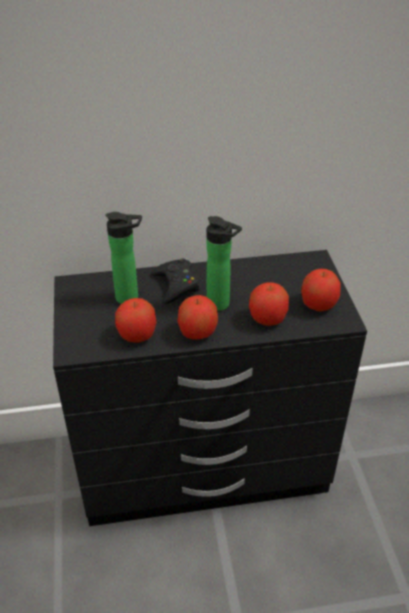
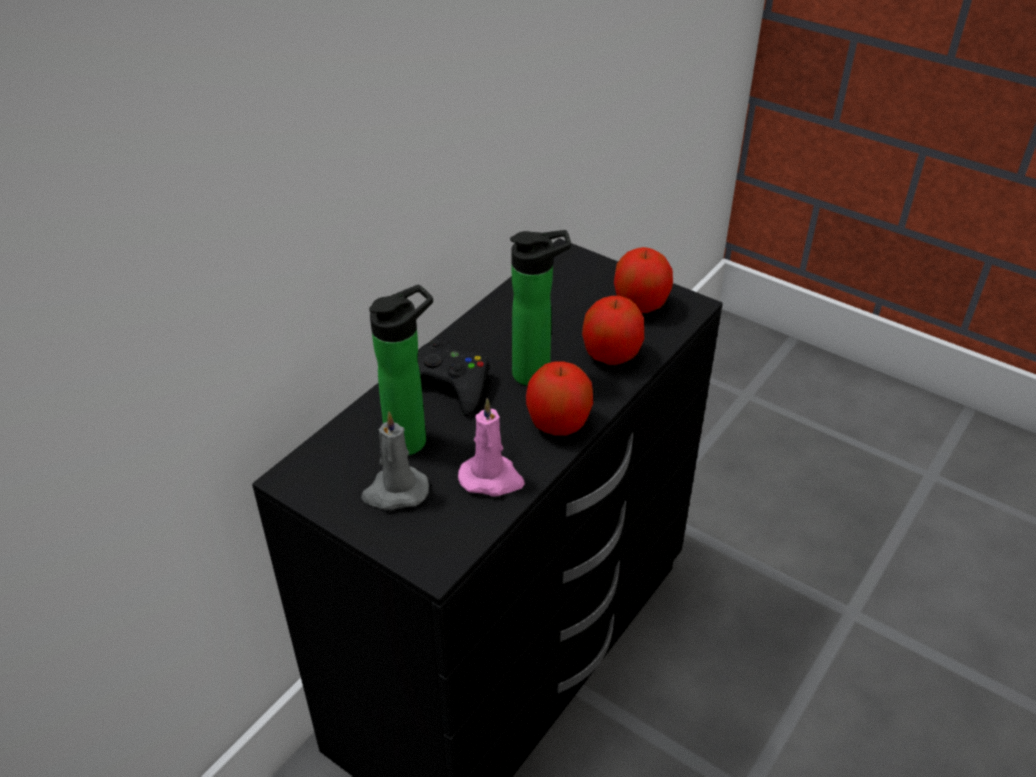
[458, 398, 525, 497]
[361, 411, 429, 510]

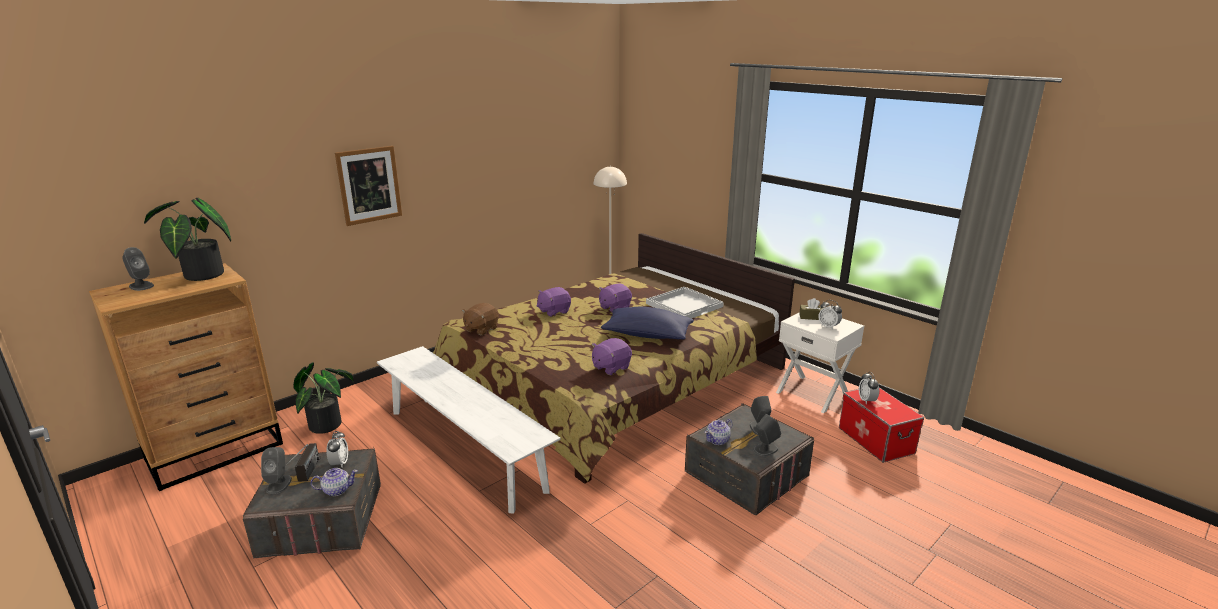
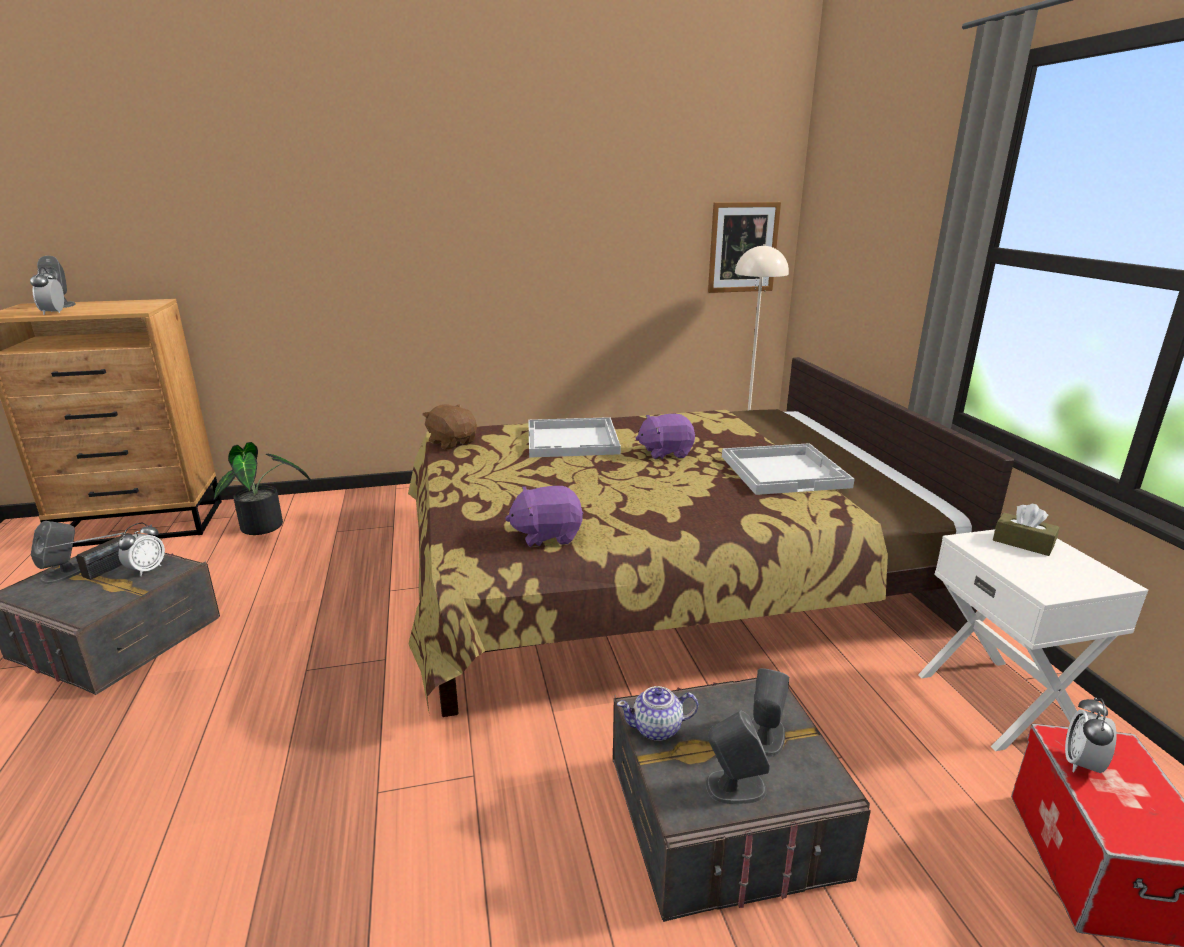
[708, 202, 781, 293]
[144, 198, 231, 281] (first image)
[529, 417, 621, 458]
[30, 267, 64, 315]
[422, 404, 477, 450]
[601, 307, 694, 340] (first image)
[377, 346, 561, 514] (first image)
[311, 468, 358, 496] (first image)

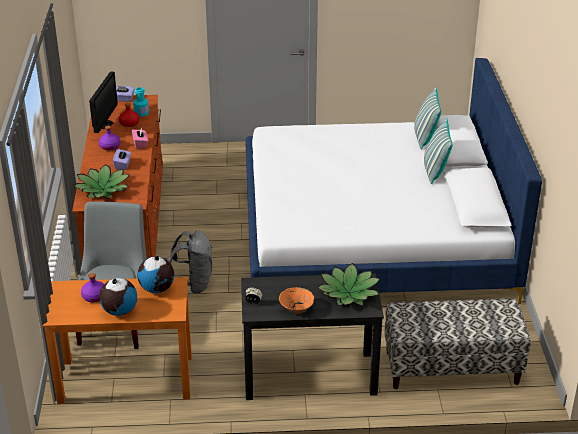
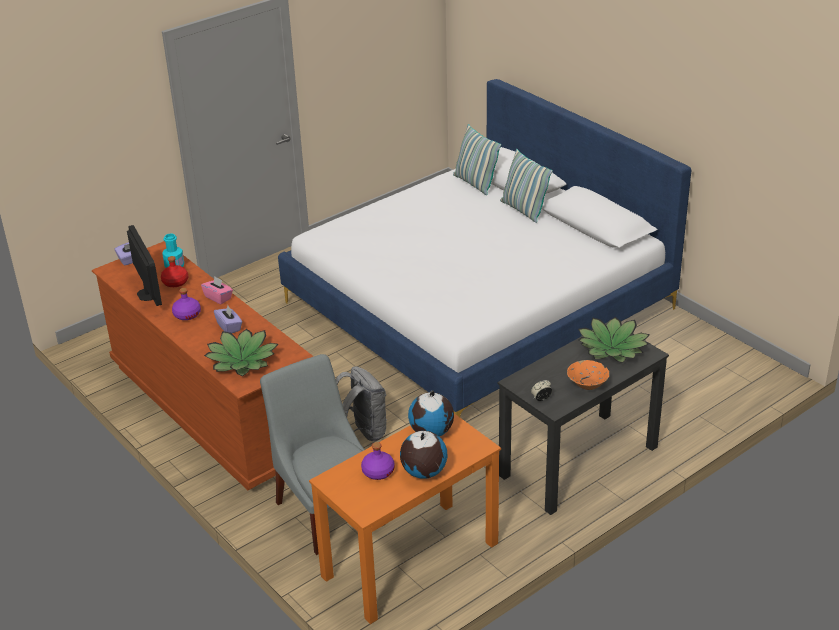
[384, 298, 531, 389] (first image)

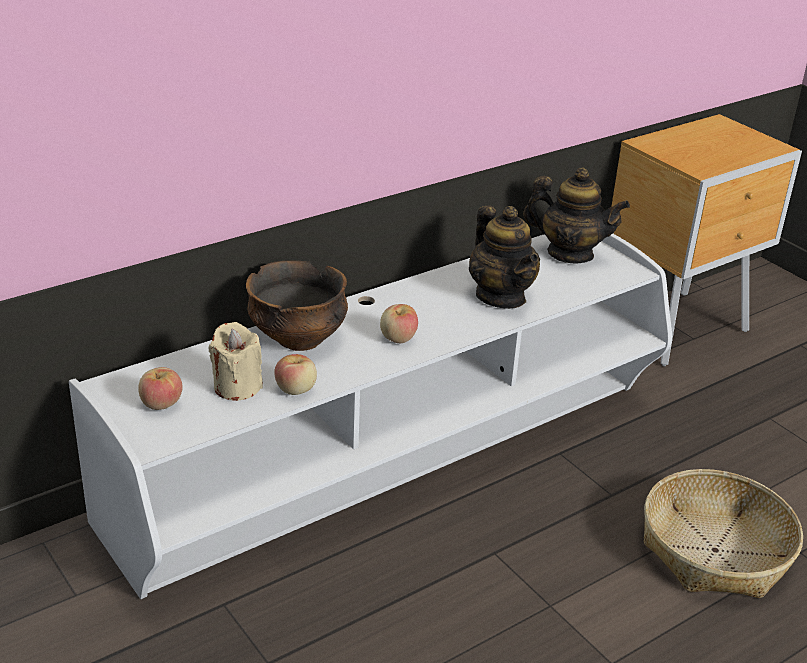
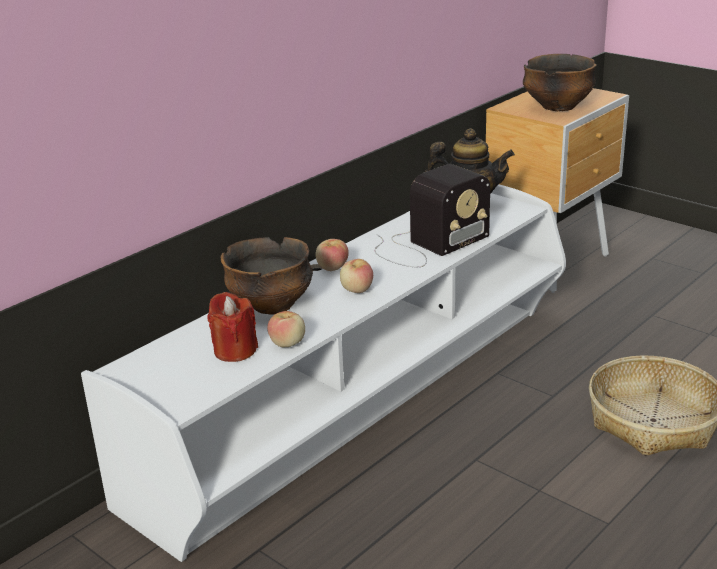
[375, 164, 490, 267]
[207, 292, 258, 362]
[316, 239, 349, 271]
[523, 54, 597, 111]

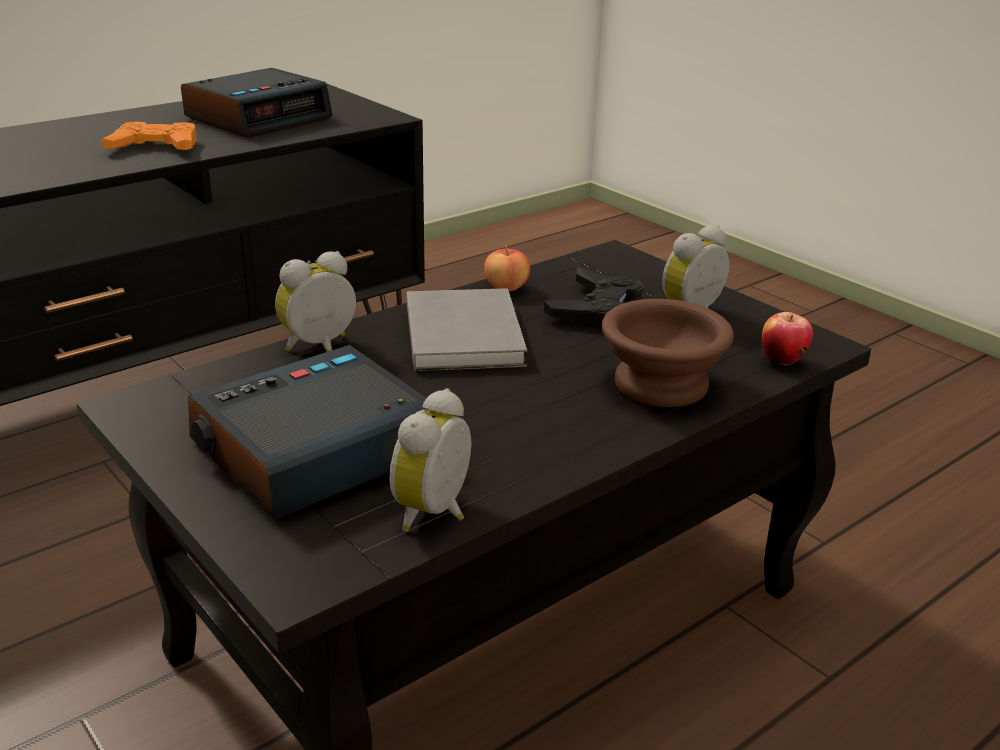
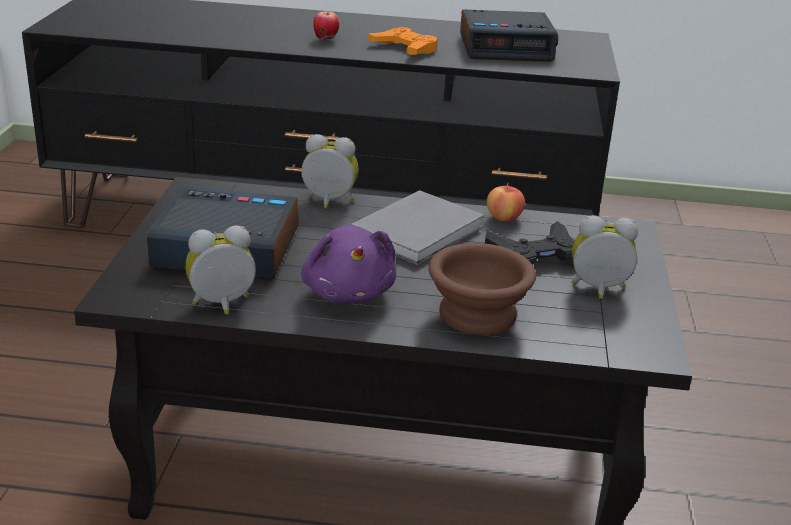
[313, 10, 339, 40]
[301, 225, 396, 304]

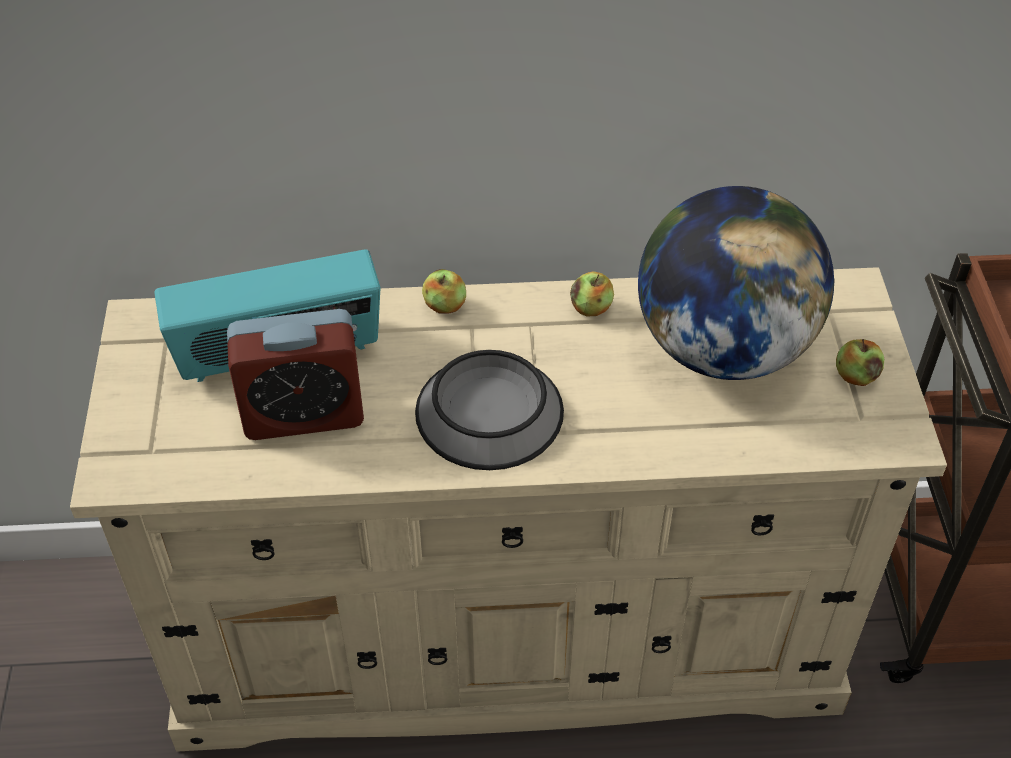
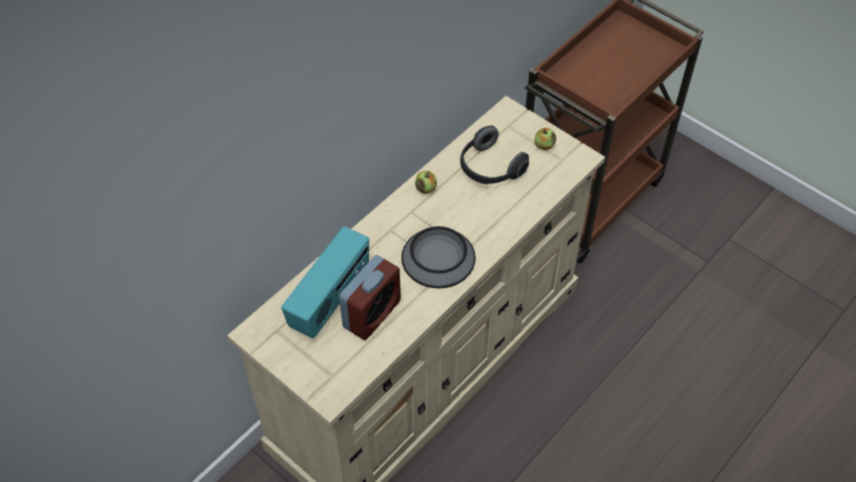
[460, 126, 529, 184]
[422, 269, 466, 313] (first image)

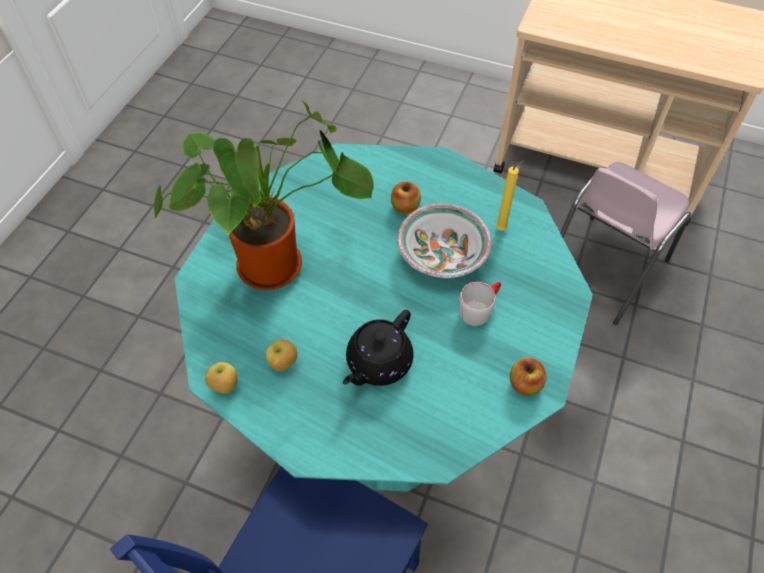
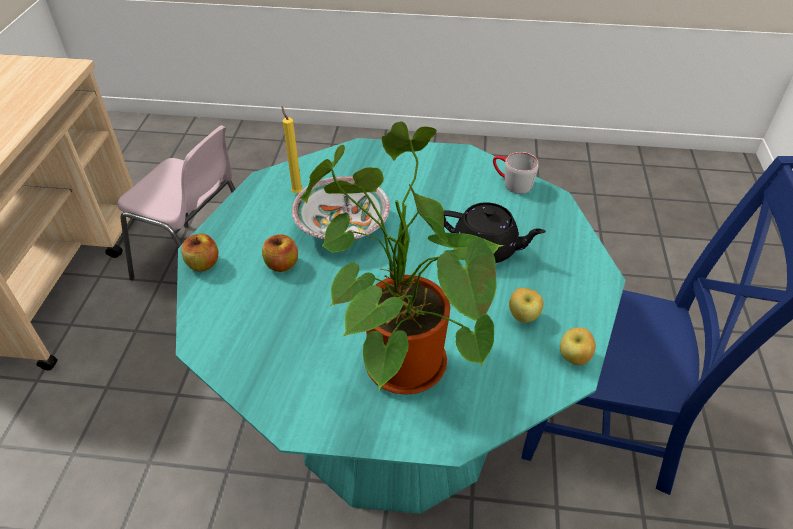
[493, 152, 539, 194]
[181, 233, 218, 272]

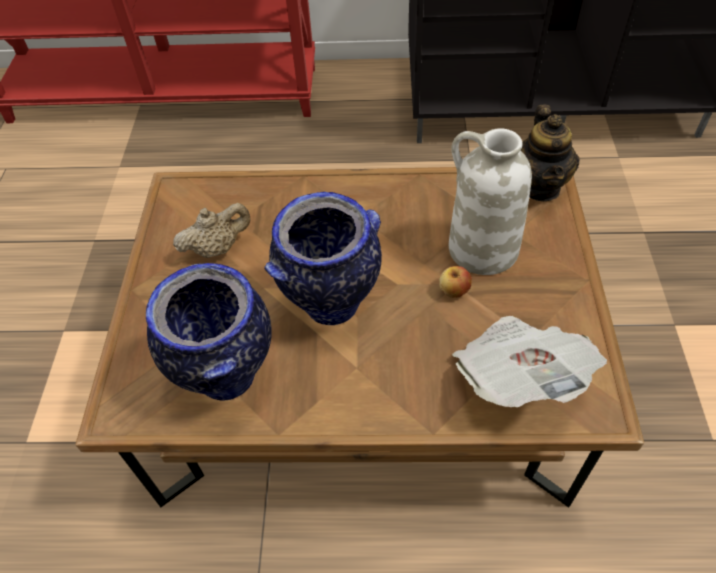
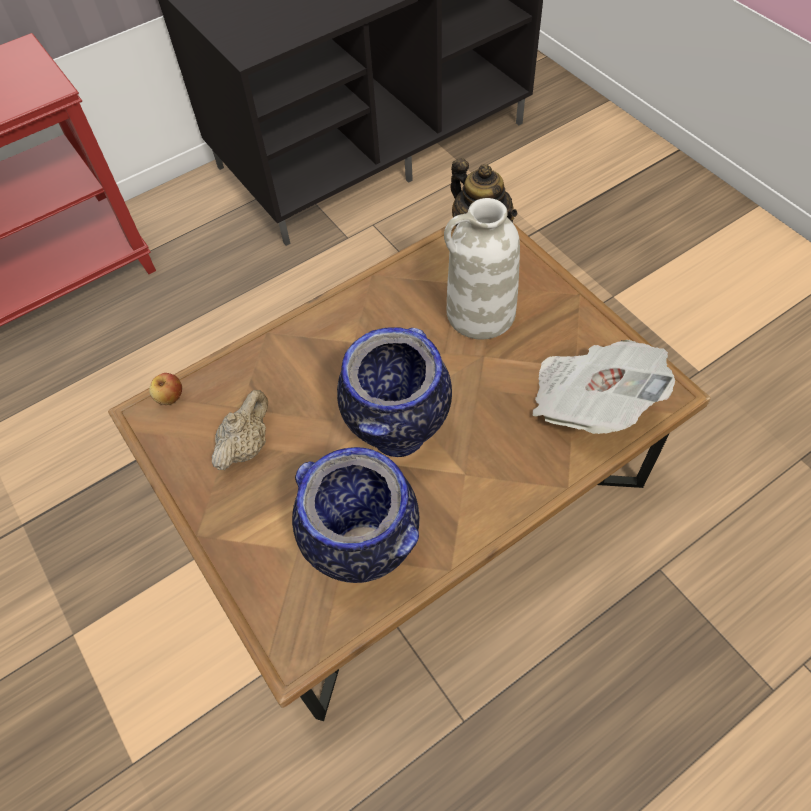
[149, 373, 182, 405]

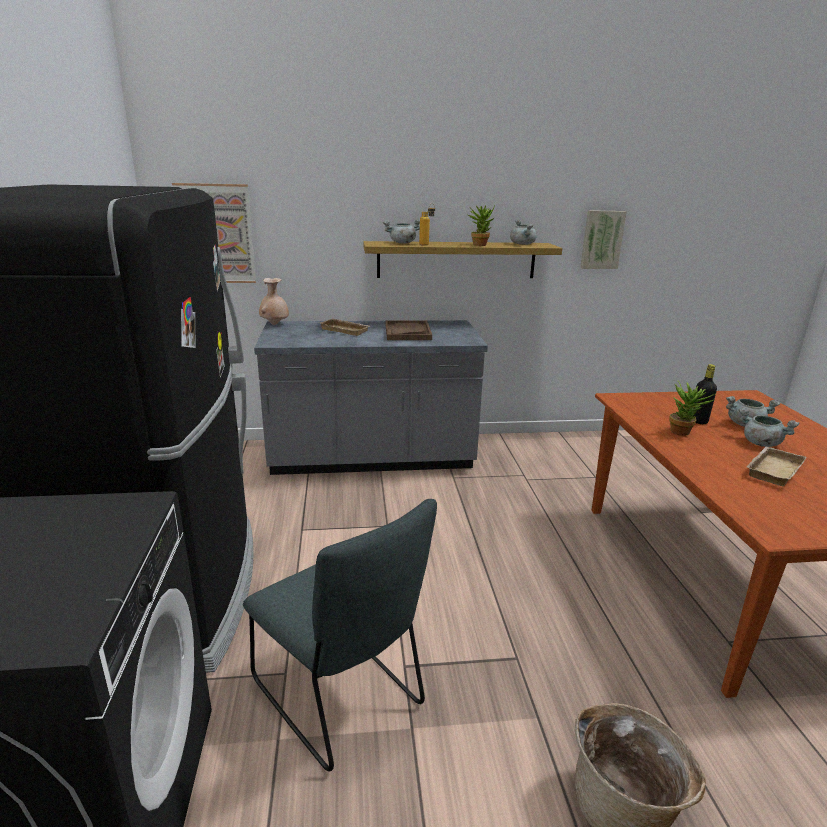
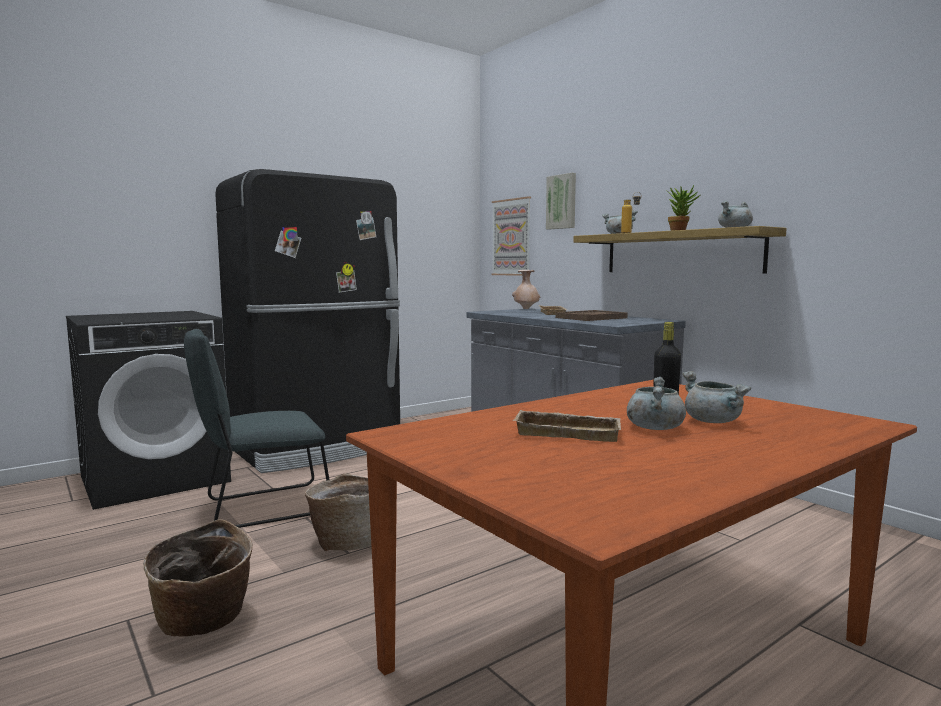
[546, 173, 576, 230]
[669, 381, 715, 436] (first image)
[184, 329, 329, 528]
[305, 473, 371, 551]

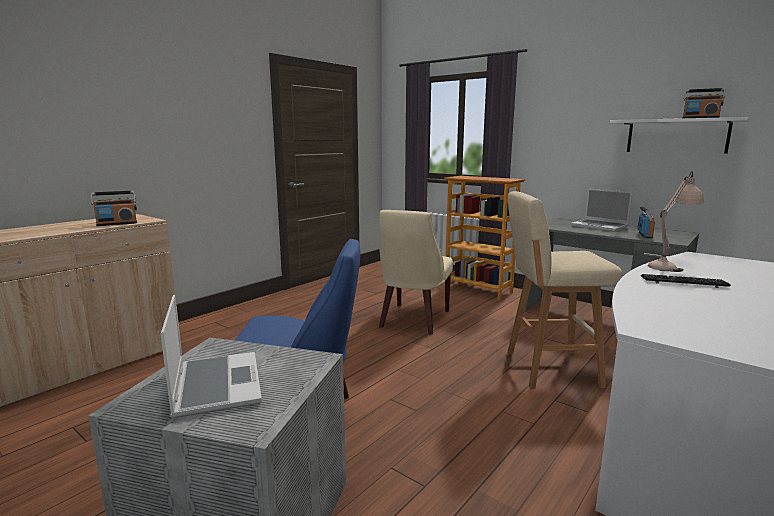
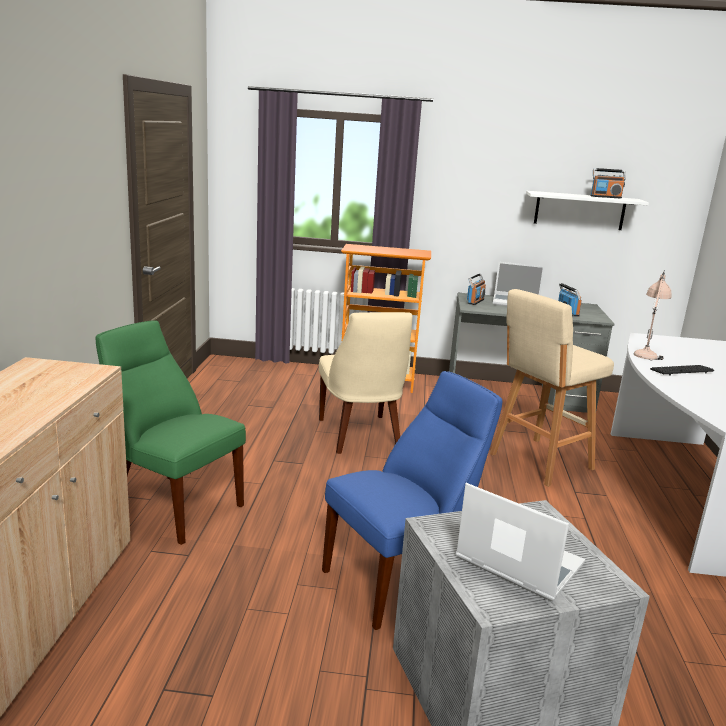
[467, 273, 486, 305]
[96, 320, 246, 545]

